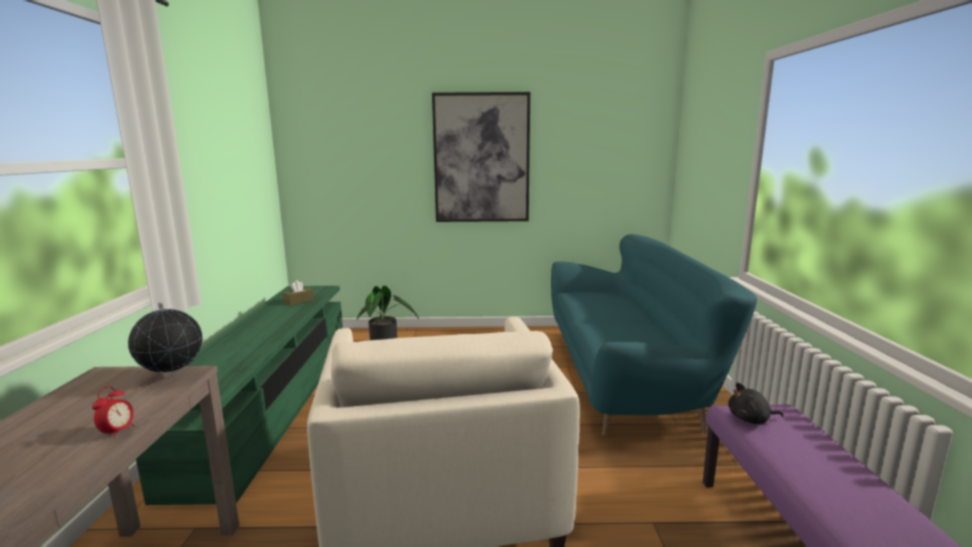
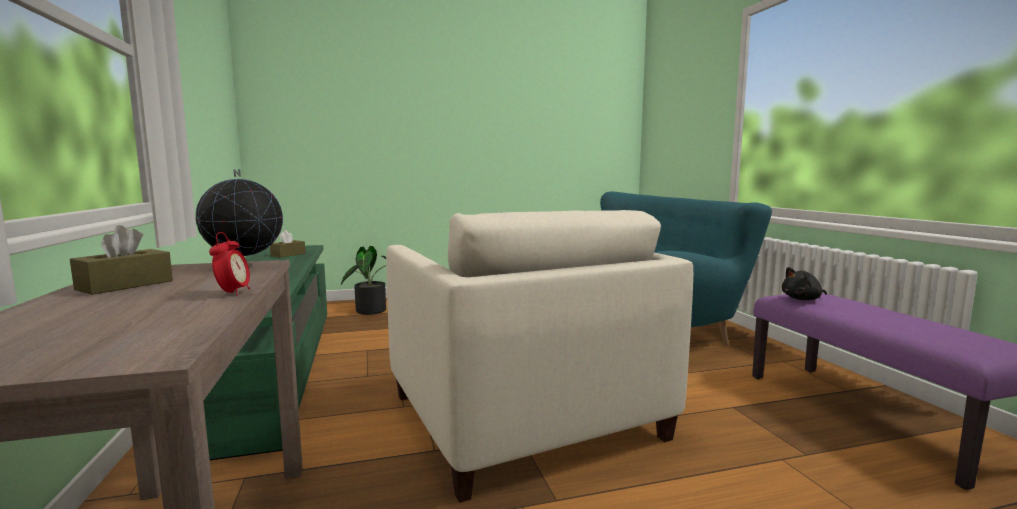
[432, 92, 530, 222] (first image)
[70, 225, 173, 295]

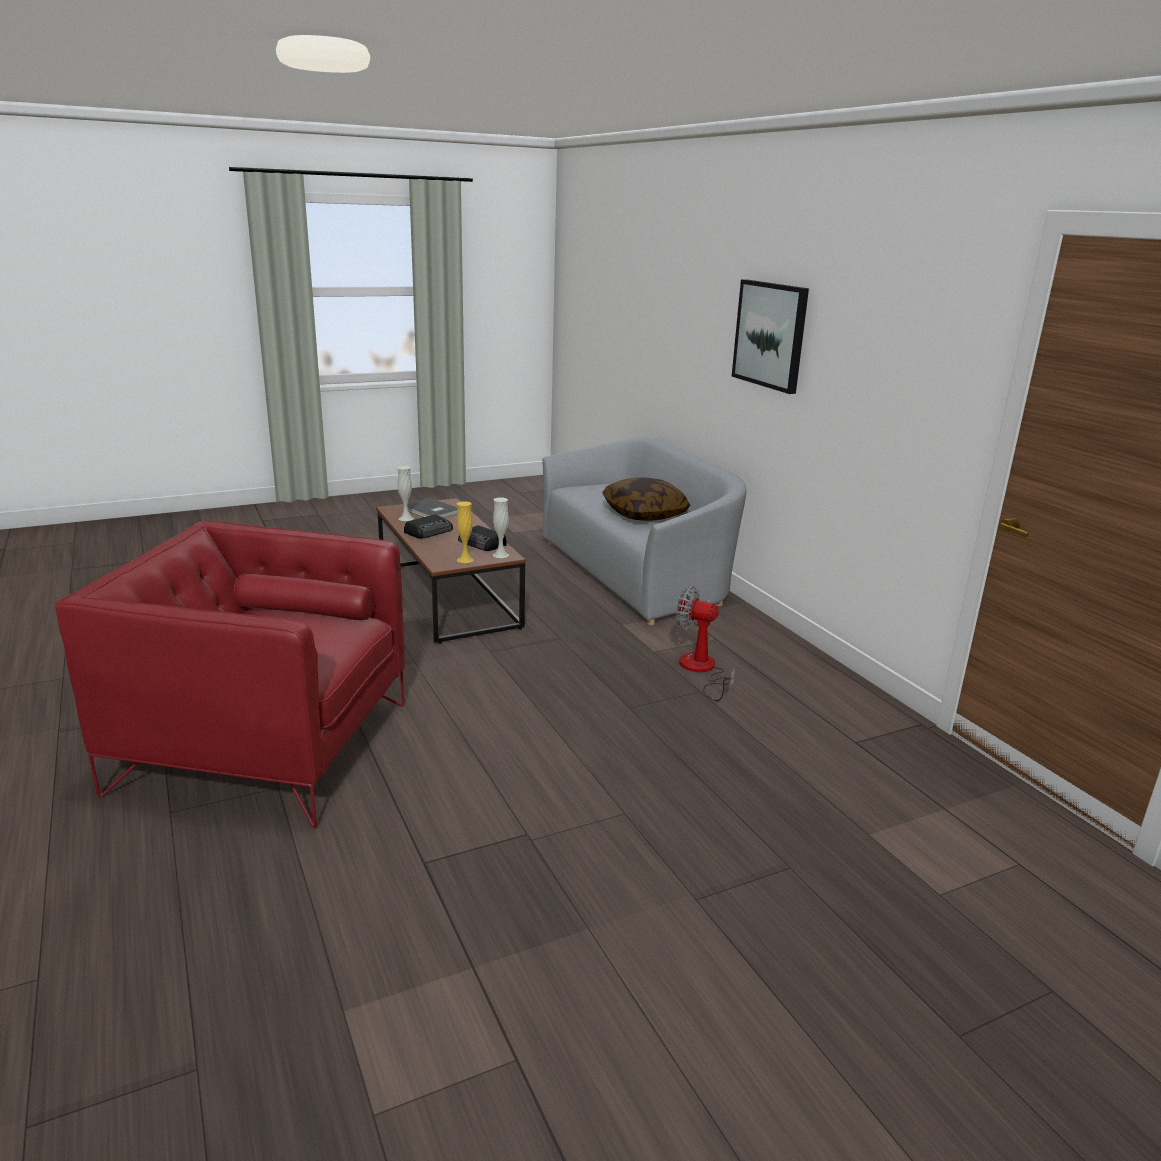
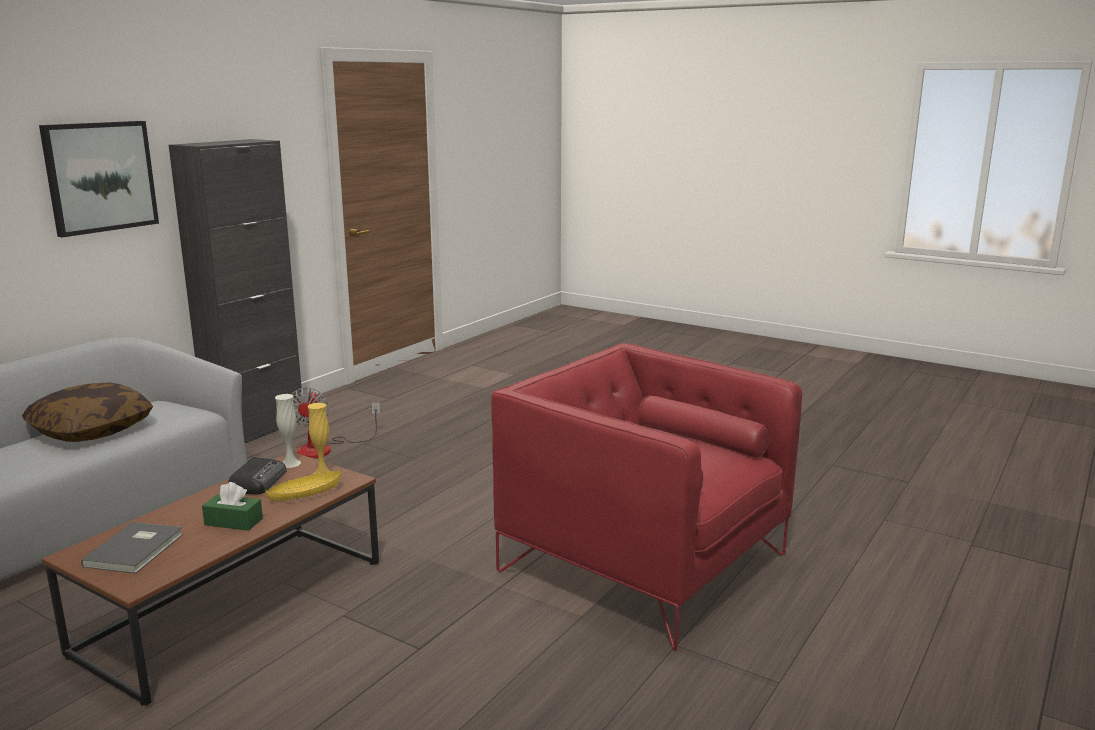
[397, 466, 414, 521] (first image)
[202, 482, 263, 531]
[491, 343, 802, 651]
[169, 139, 304, 443]
[265, 470, 341, 502]

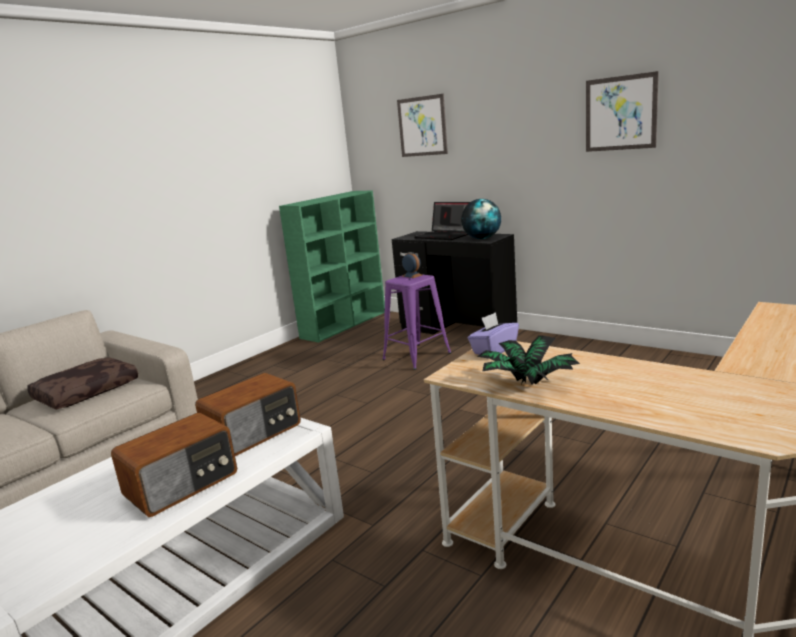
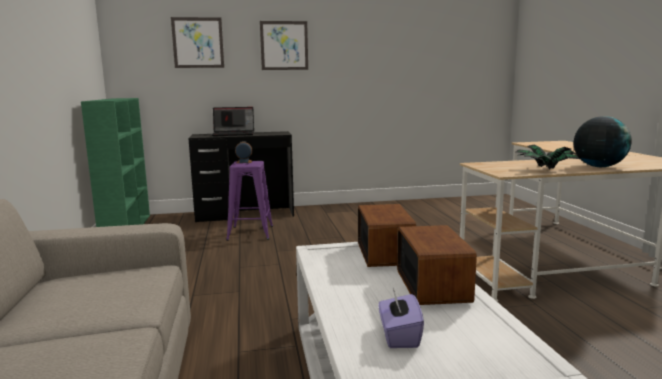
[260, 21, 308, 70]
[574, 116, 632, 167]
[379, 288, 424, 348]
[27, 357, 138, 409] (first image)

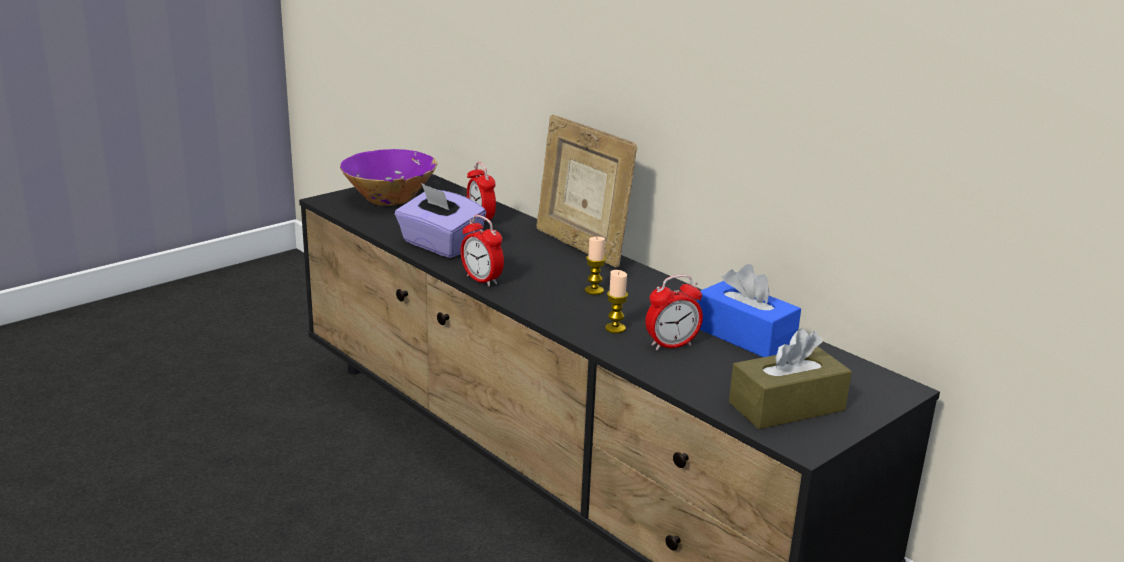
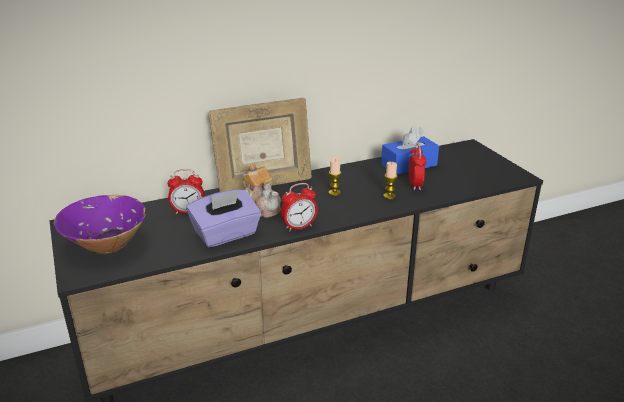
[729, 328, 852, 429] (first image)
[242, 163, 281, 217]

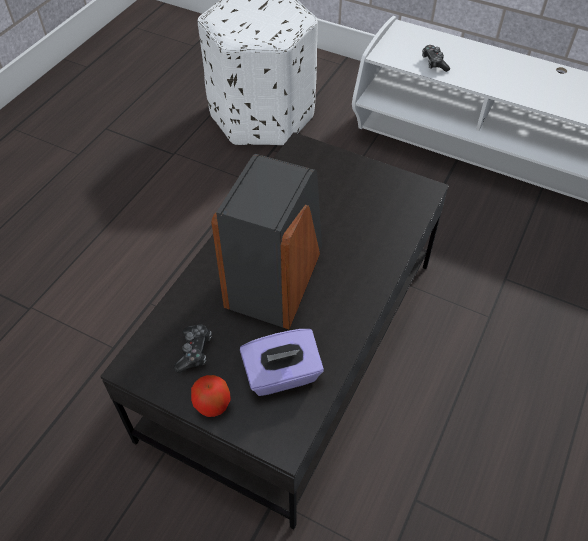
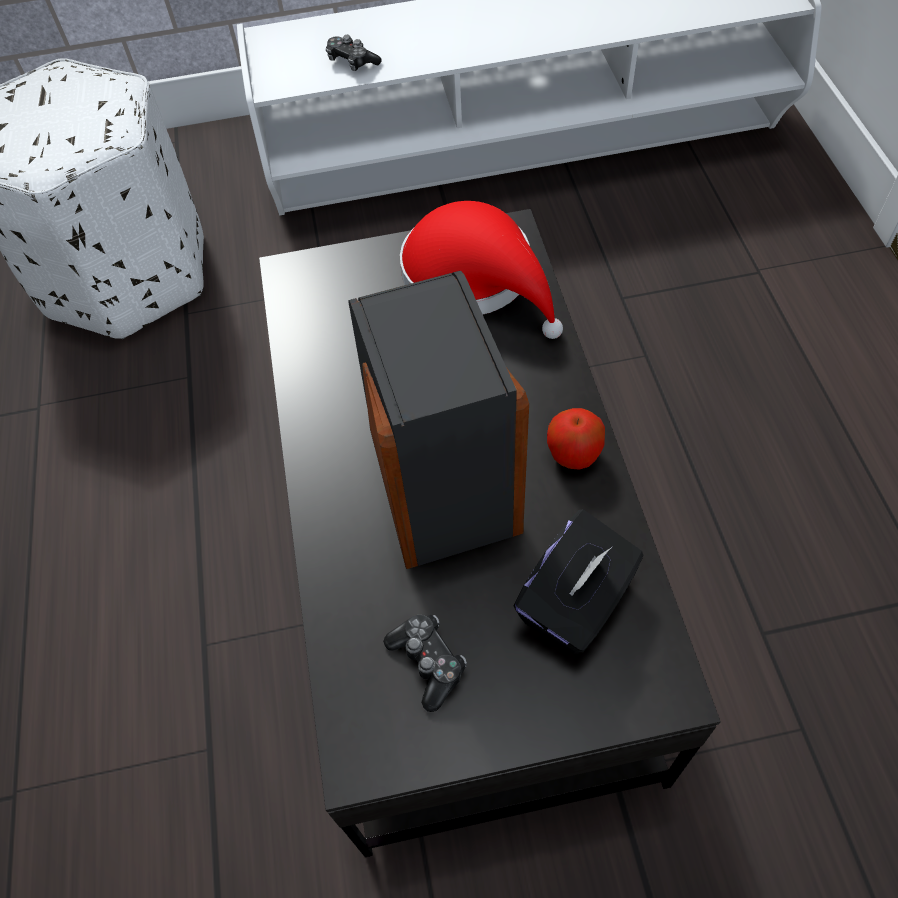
[513, 509, 643, 654]
[547, 408, 605, 470]
[400, 201, 563, 339]

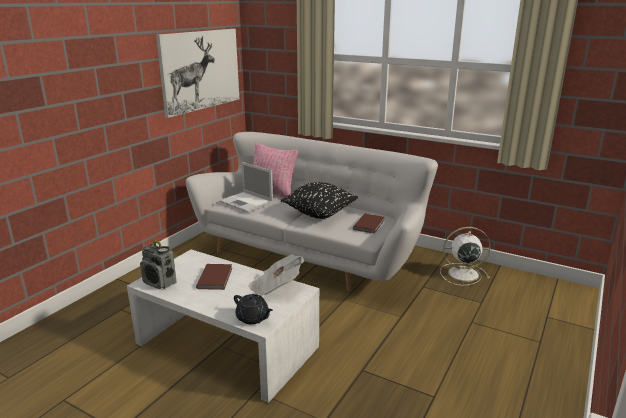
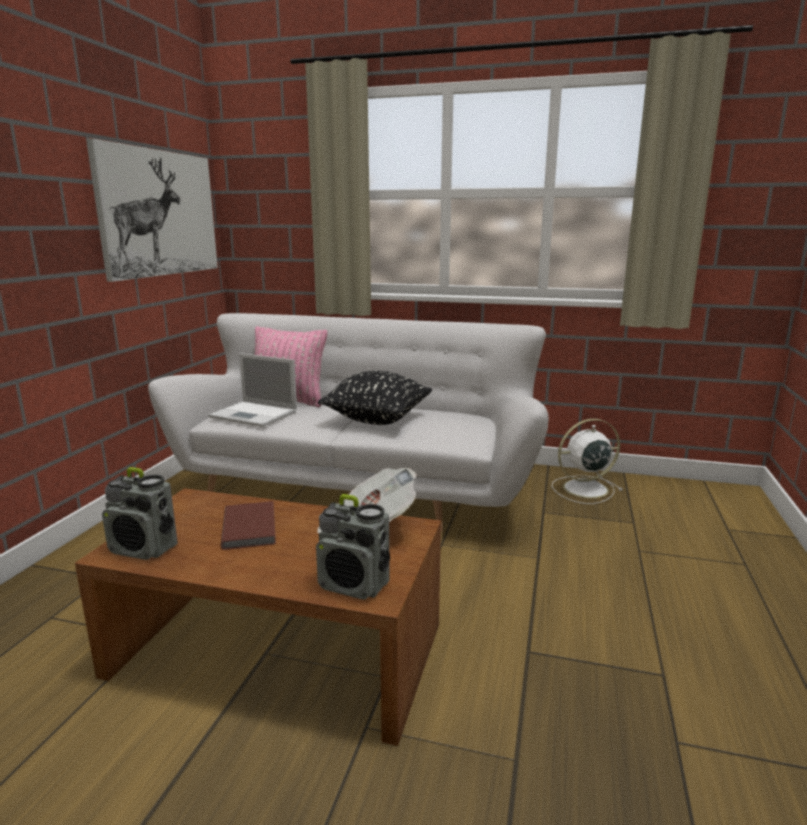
[353, 214, 384, 234] (first image)
[75, 488, 441, 746]
[316, 494, 390, 599]

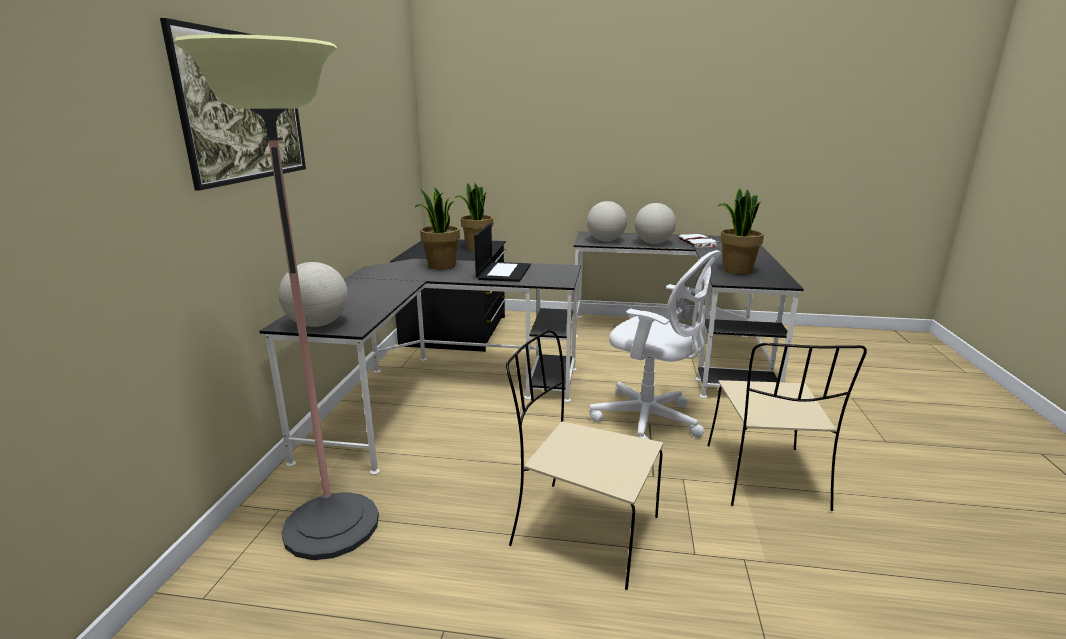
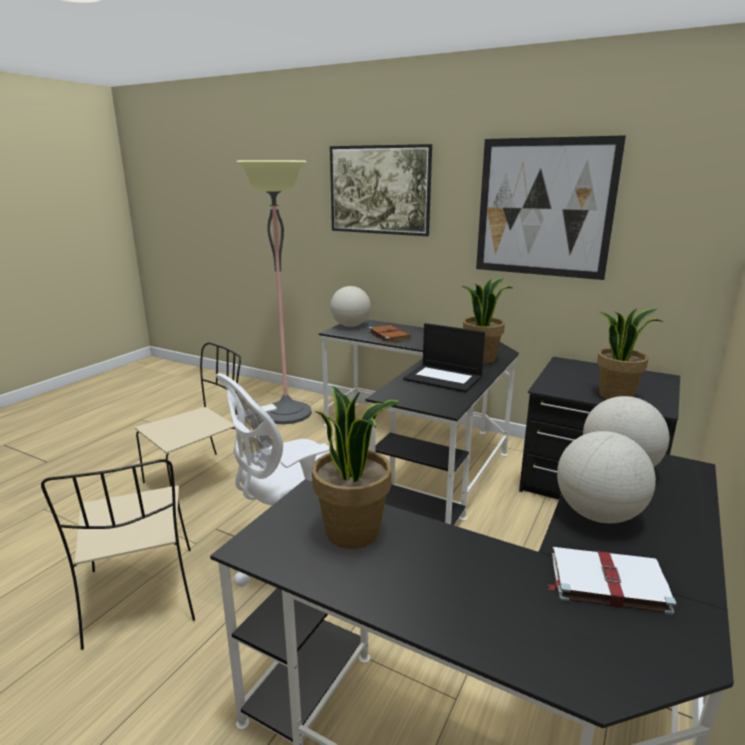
[41, 459, 195, 650]
[476, 135, 626, 280]
[368, 325, 412, 343]

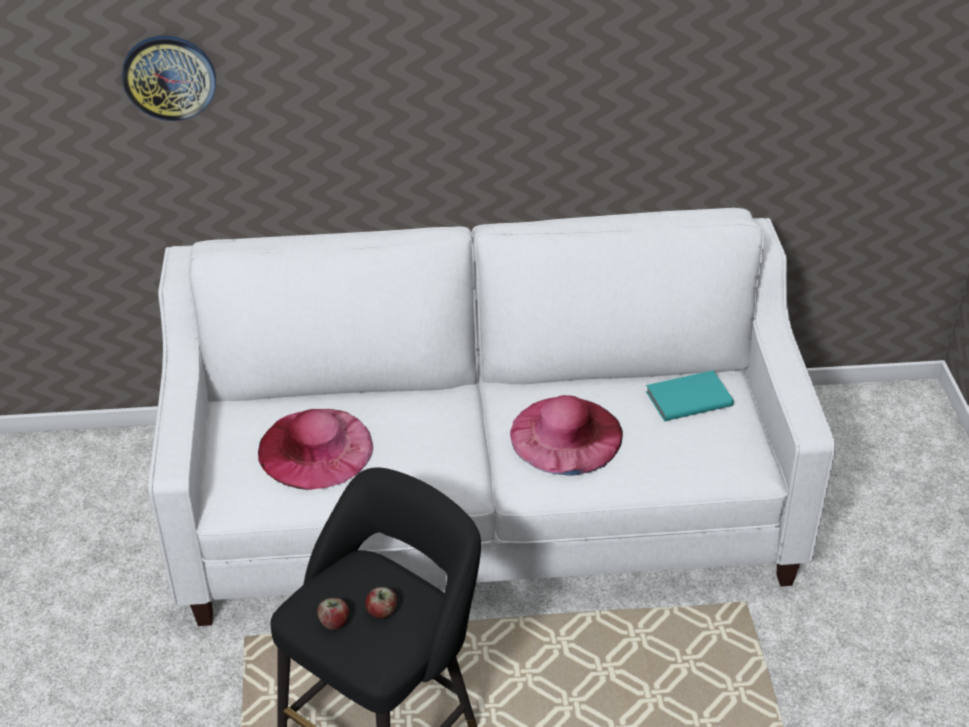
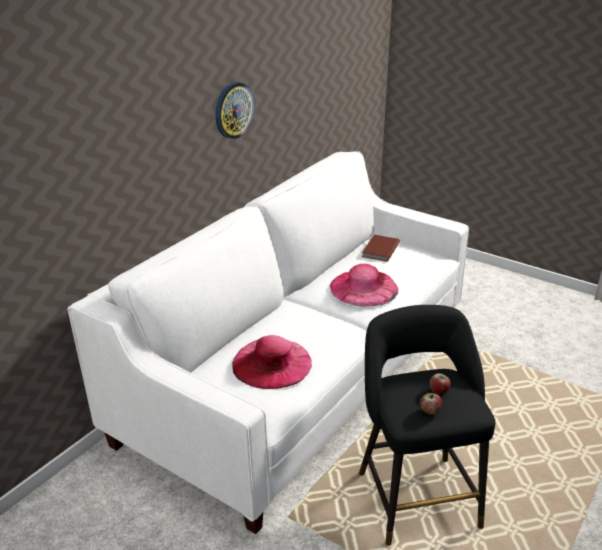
[215, 82, 254, 139]
[362, 235, 400, 262]

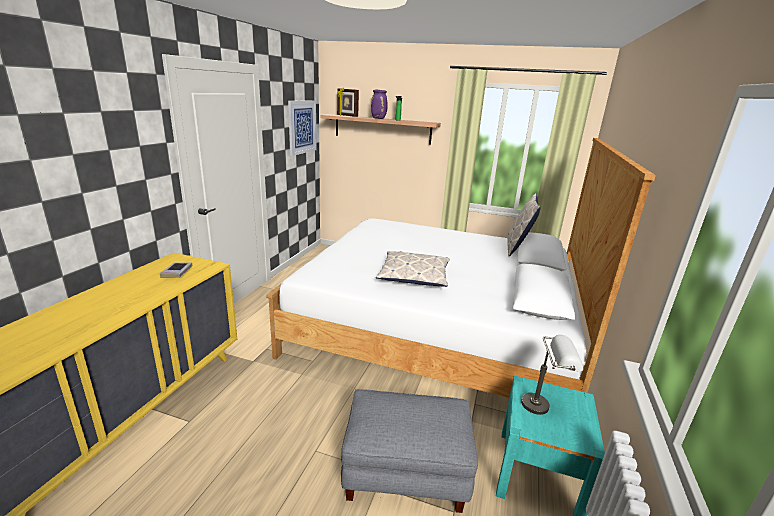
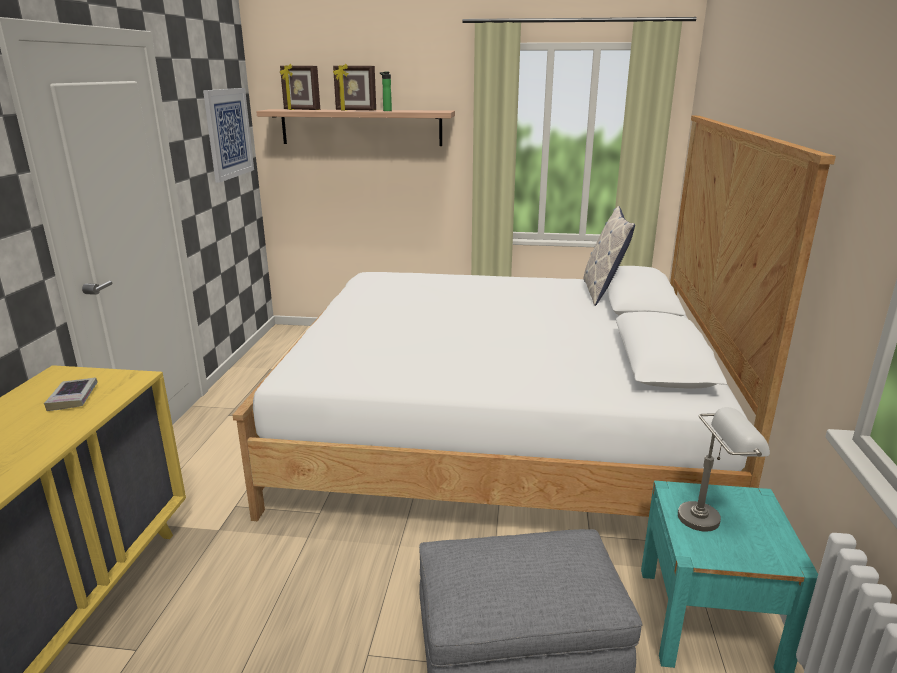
[333, 64, 376, 111]
[376, 251, 449, 287] (first image)

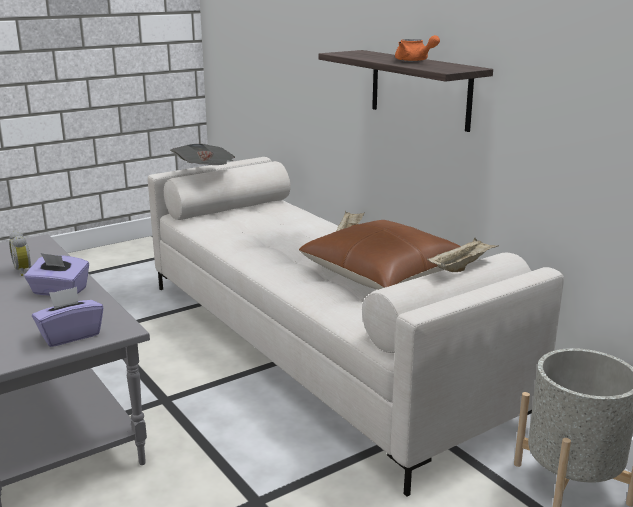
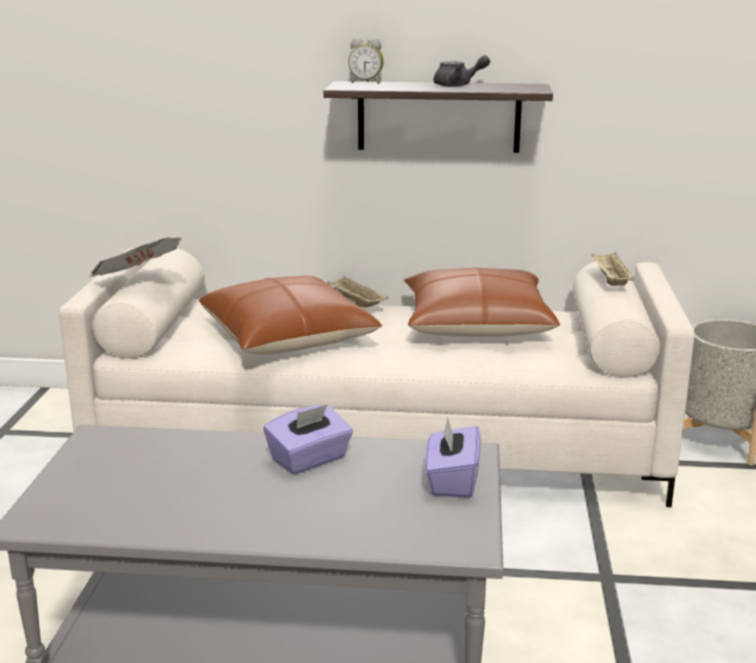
[434, 55, 490, 87]
[348, 38, 384, 84]
[199, 276, 382, 355]

